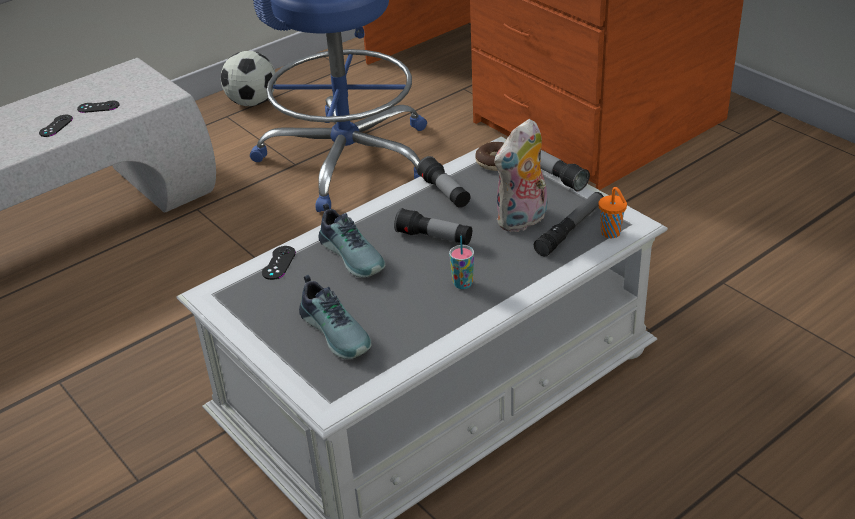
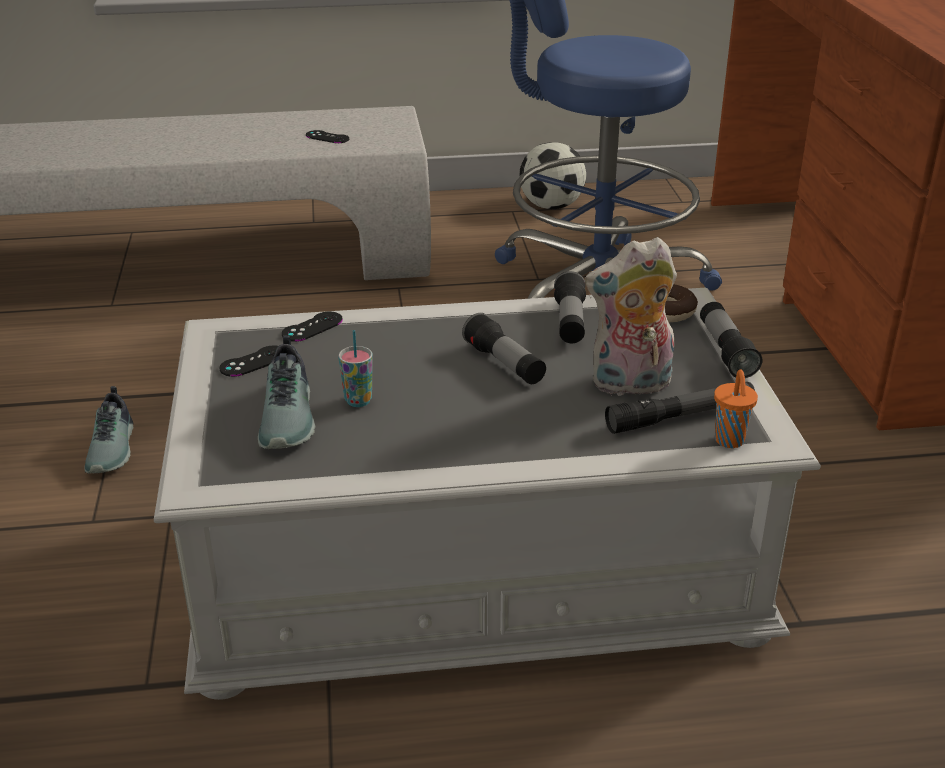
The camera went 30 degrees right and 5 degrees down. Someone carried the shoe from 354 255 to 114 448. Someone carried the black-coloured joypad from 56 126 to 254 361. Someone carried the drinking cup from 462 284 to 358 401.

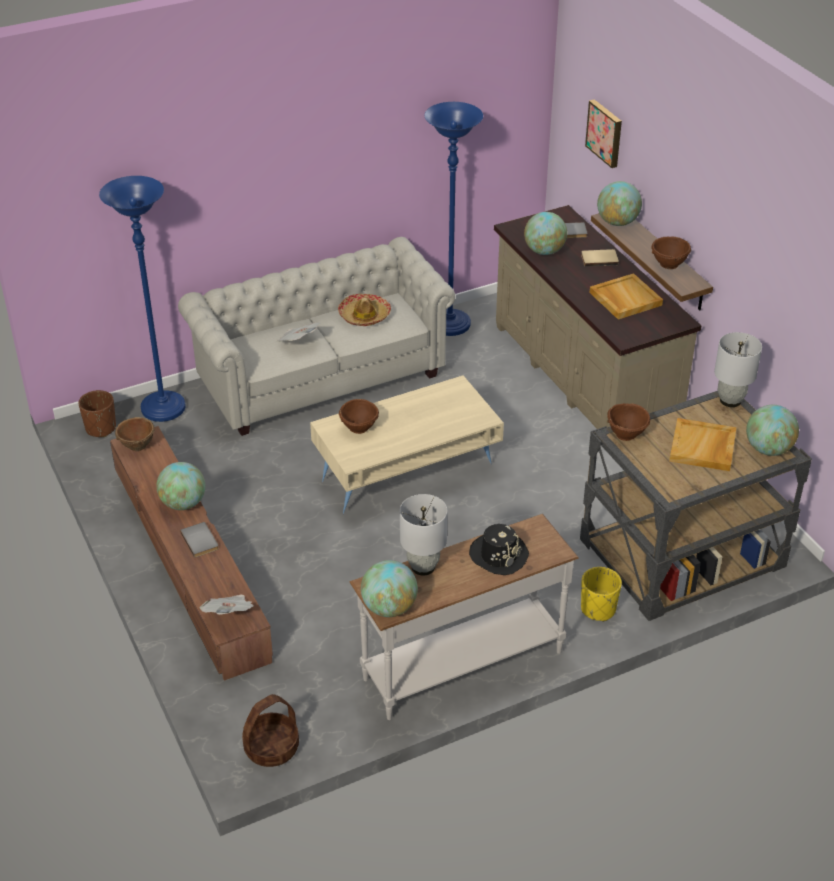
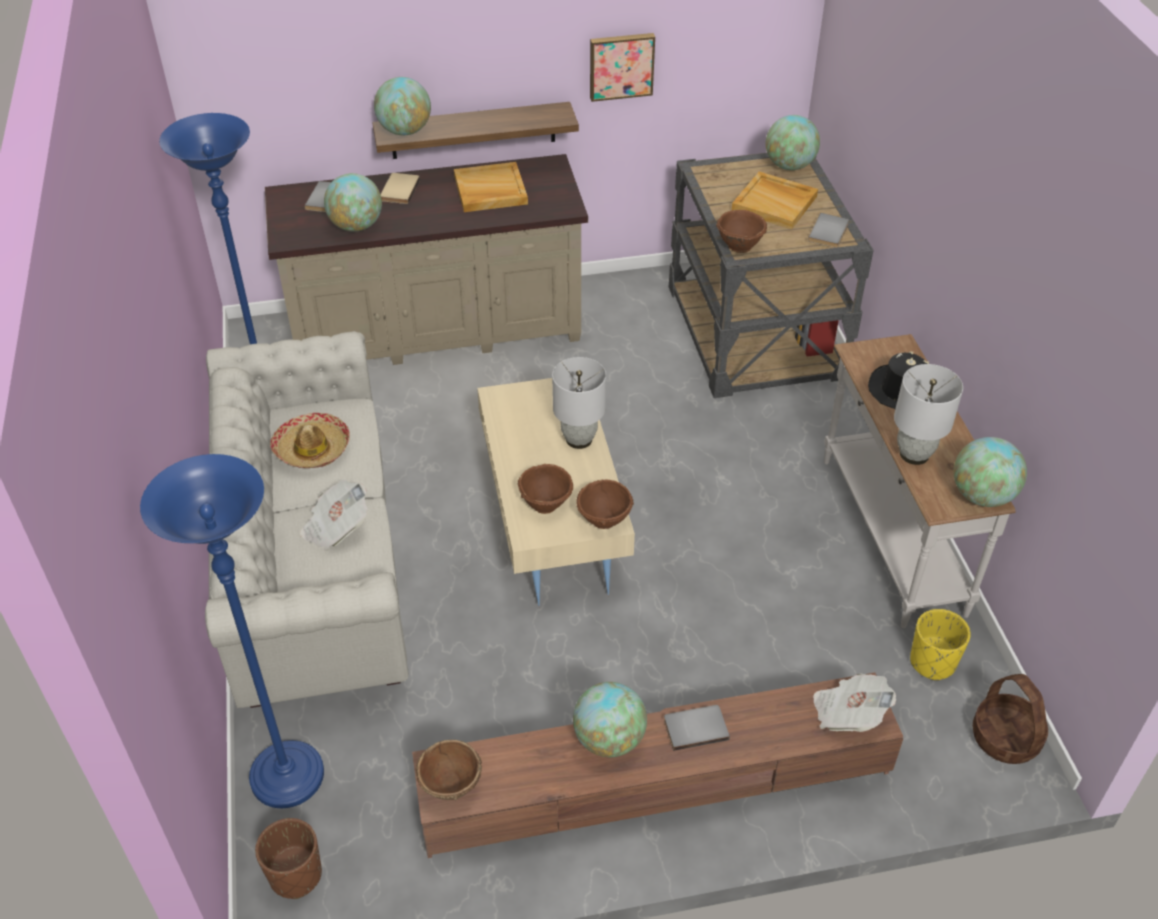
The camera went 75 degrees left and 5 degrees up. Someone carried the white-coloured lamp for a table from 730 400 to 578 439. Someone carried the brown deep dish from 668 264 to 604 520. Someone carried the picture from 605 133 to 621 65. Someone put down the greyish volume at 830 233. Someone carried the yellow plant pot from 598 609 to 932 662.

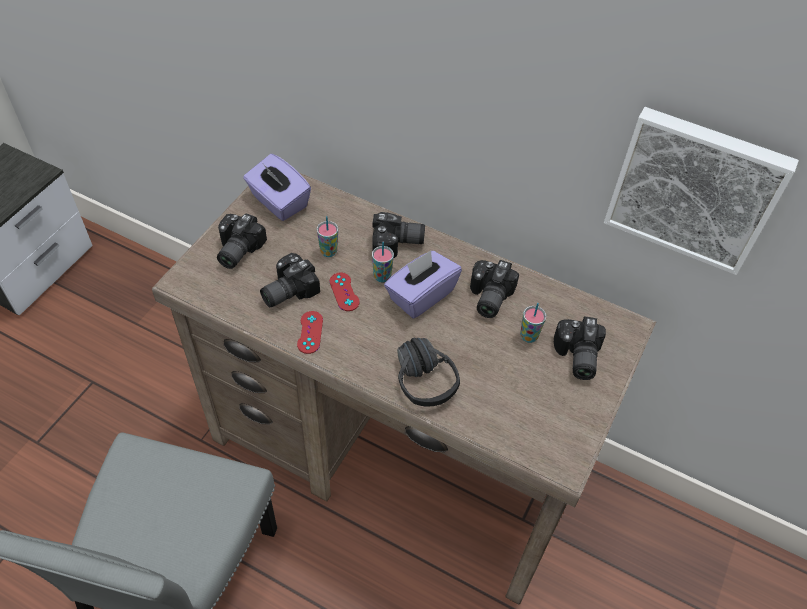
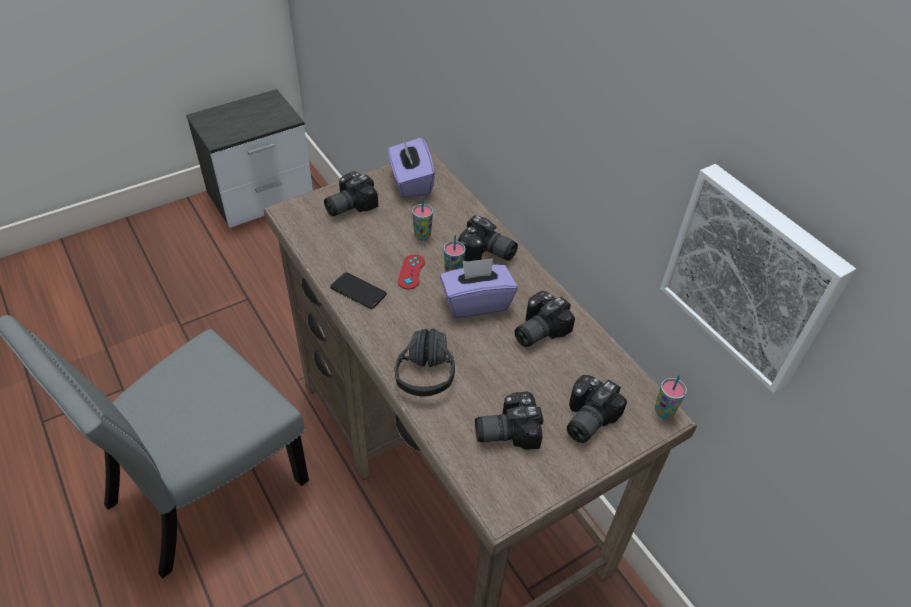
The camera went 30 degrees right and 5 degrees down. Someone swapped the reddish joypad at 310 332 for the phone at 358 291. Someone carried the photo camera from 286 290 to 505 429. Someone carried the drinking cup from 528 336 to 664 411.

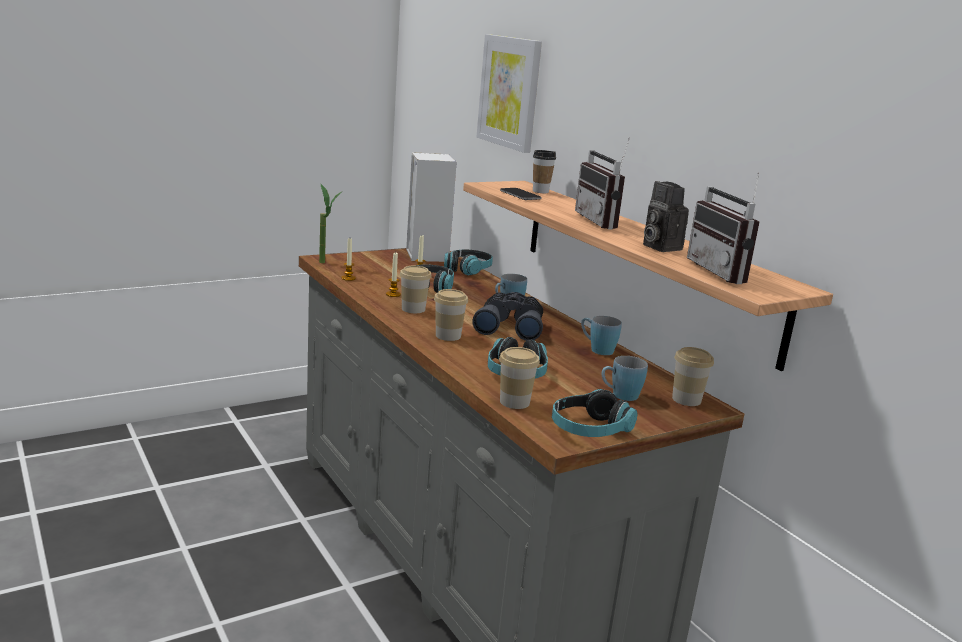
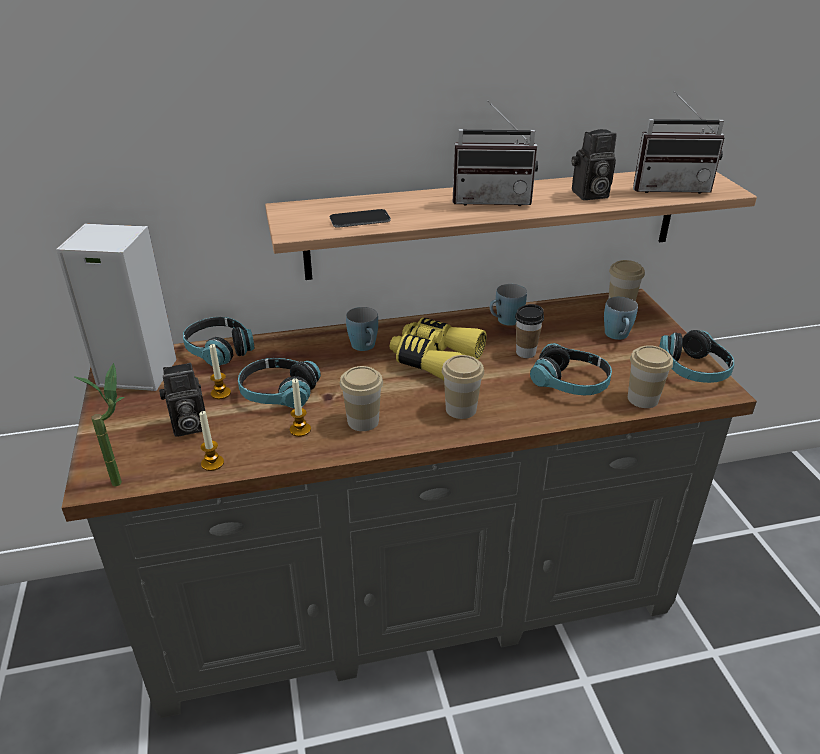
The camera went 70 degrees left and 15 degrees up. Someone put down the photo camera at 187 426. Someone repainted the greyish pair of binoculars at 510 326, which became the yellow pair of binoculars at 435 359. Someone carried the drinking cup from 540 191 to 525 353. Someone took away the picture at 510 92.

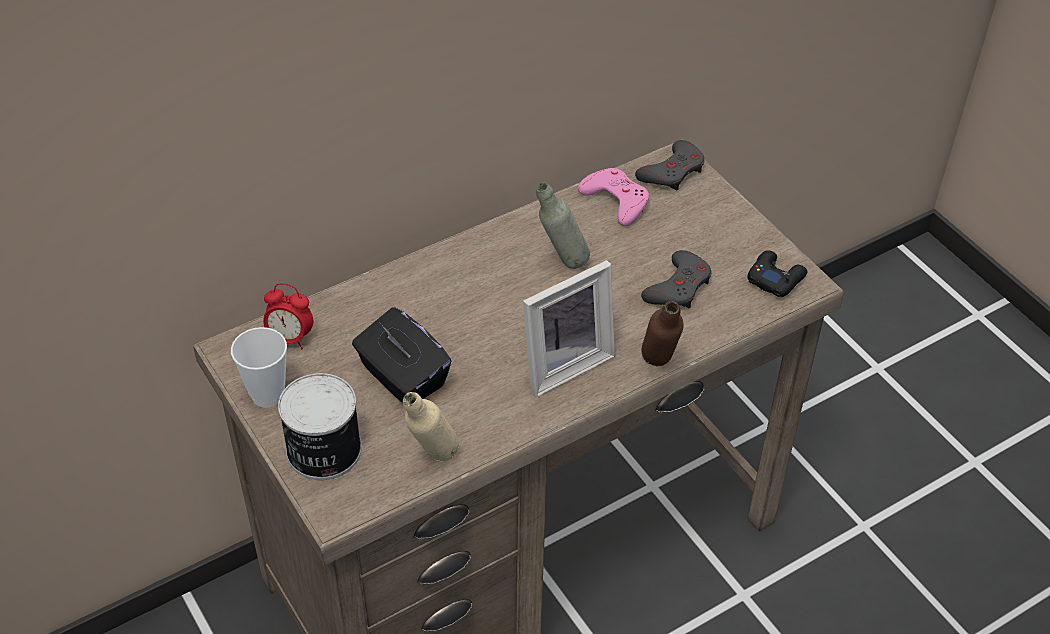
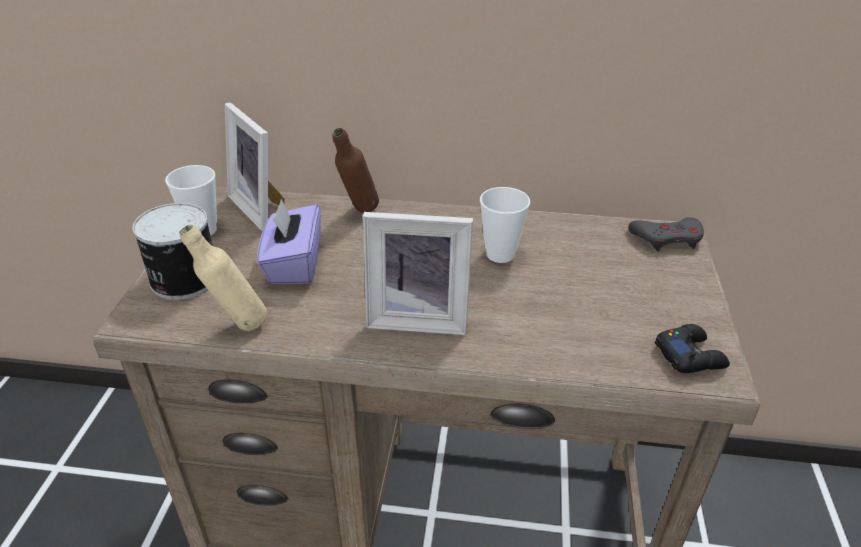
The camera went 40 degrees right and 10 degrees down. Someone swapped the bedside clock at 290 338 for the picture frame at 261 208. Someone repainted the black-coloured tissue holder at 402 378, which became the purplish tissue holder at 294 264. Someone carried the brown drink bottle from 658 369 to 358 214. Someone swapped the greyish drink bottle at 561 264 for the drinking cup at 500 254. Someone took away the pinkish joypad at 616 200. Someone took away the greyish joypad at 678 287.

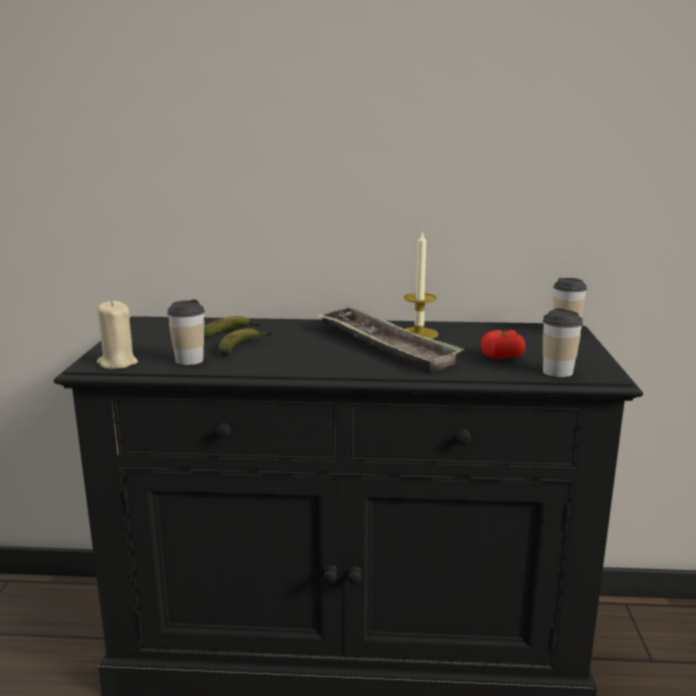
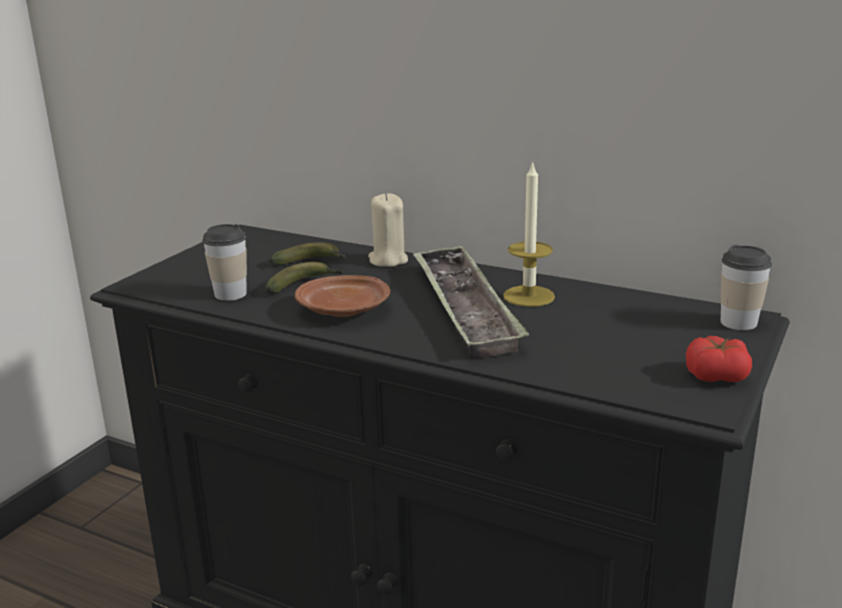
The camera went 25 degrees right and 5 degrees up. Someone put down the brown dinner plate at 345 310. Someone carried the sand-coloured candle from 117 363 to 388 260. Someone carried the tomato from 502 356 to 716 376. Someone took away the drinking cup at 557 372.

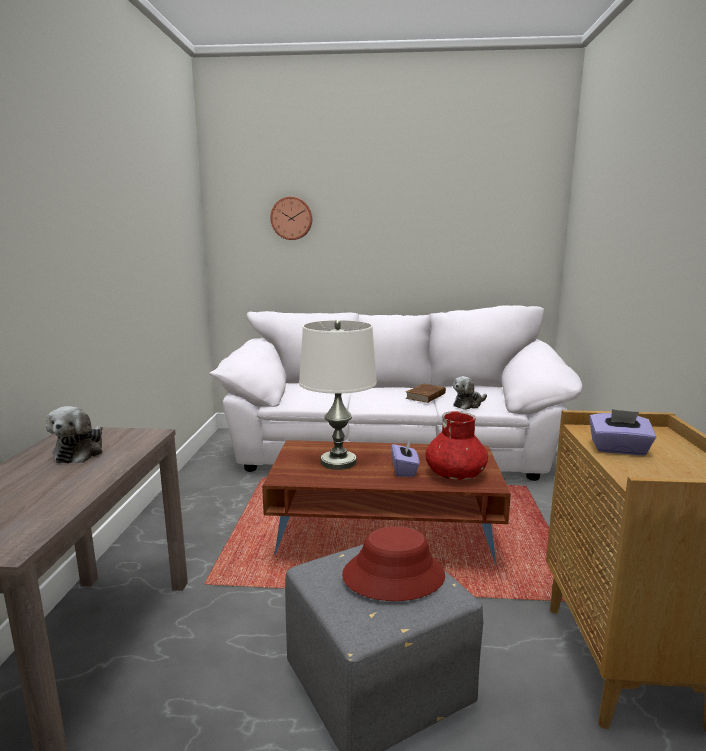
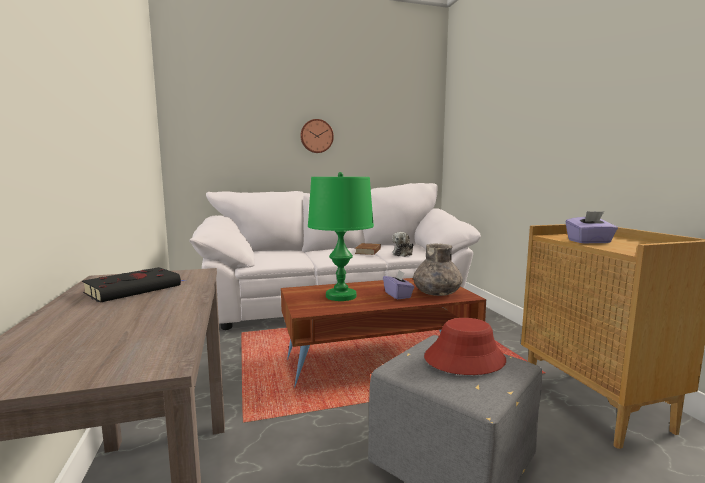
The camera went 20 degrees left and 5 degrees down. Someone swapped the plush toy at 80 452 for the black-coloured volume at 136 289. Someone carried the clock on the wall from 292 218 to 316 136. Someone repainted the white-coloured lamp for a table at 338 462, which became the greenish lamp for a table at 341 296. Someone repainted the reddish flower vase at 455 474, which became the greyish flower vase at 437 293.

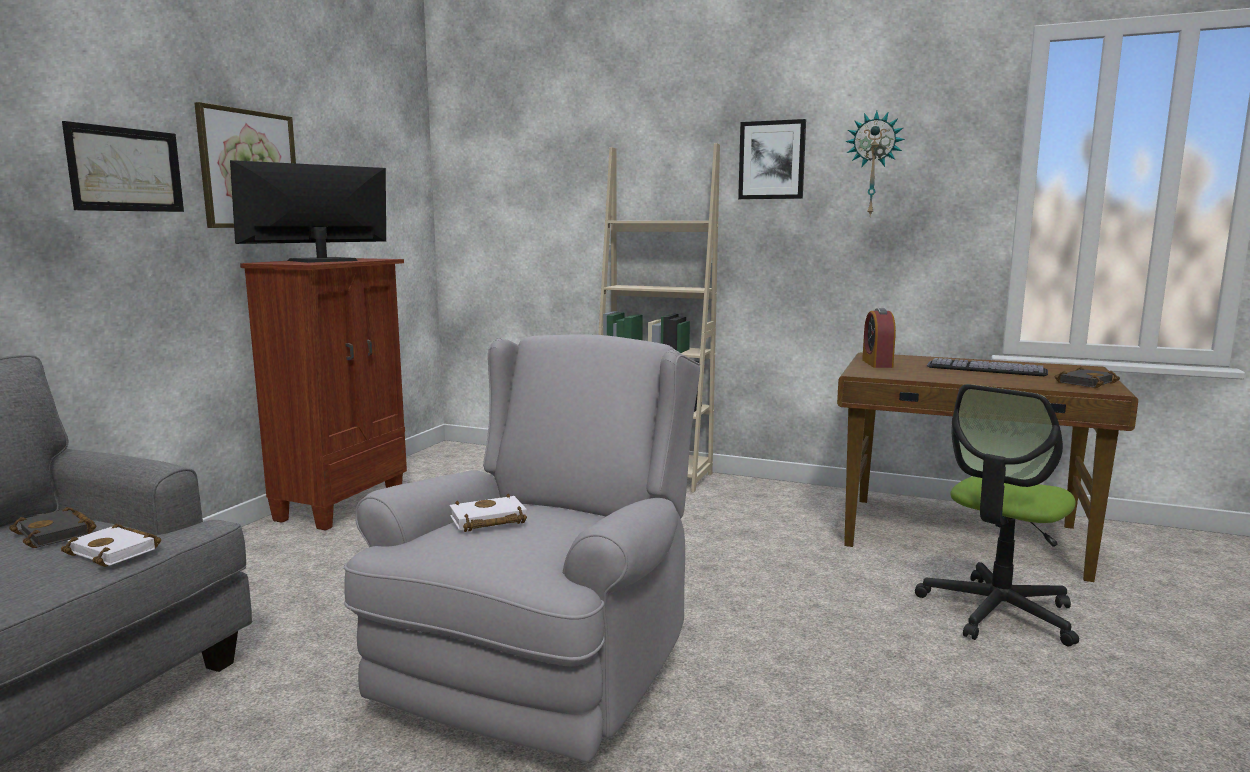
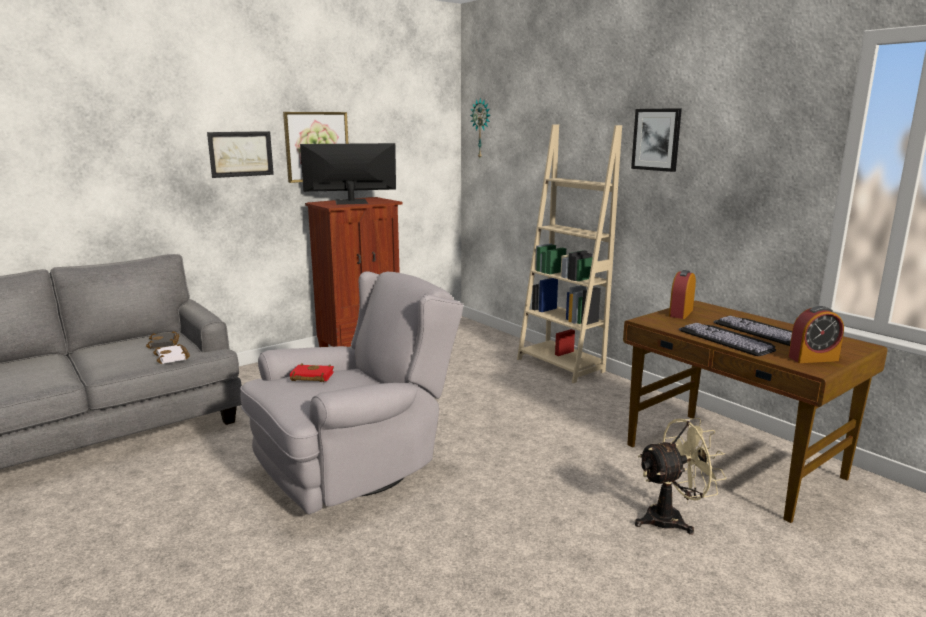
The camera went 30 degrees right and 5 degrees up. Someone repainted the white-coloured volume at 487 521, which became the reddish volume at 310 377. Someone carried the clock on the wall from 873 164 to 482 129. Someone swapped the computer chair at 997 612 for the sand-coloured fan at 672 518. Someone put down the keyboard at 729 339. Someone swapped the black-coloured volume at 1084 382 for the bedside clock at 813 358.

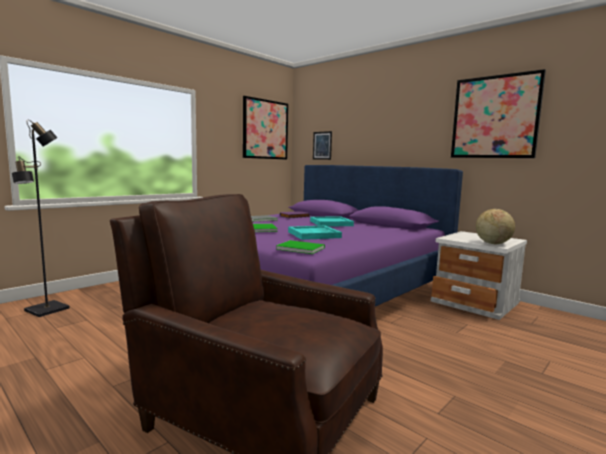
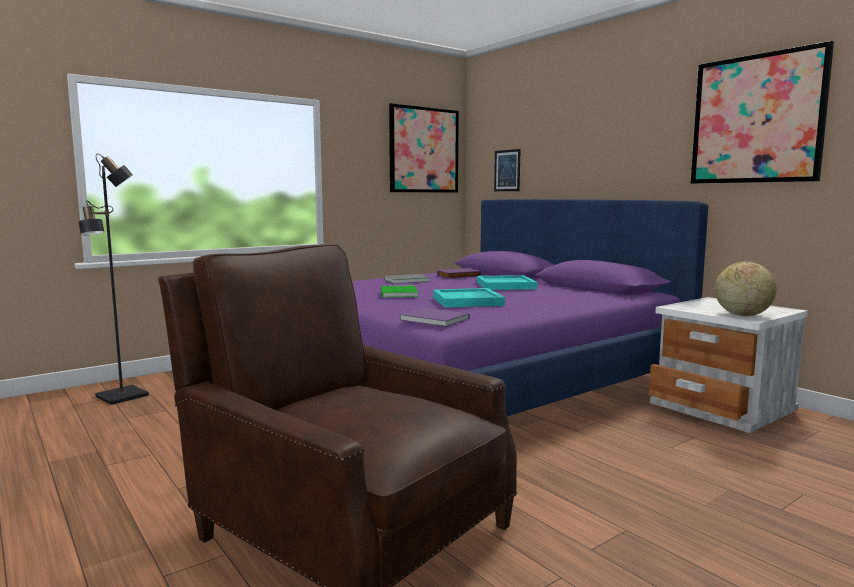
The camera went 10 degrees right and 0 degrees up. Someone repainted the greenish volume at 300 248, which became the purplish volume at 434 319.

